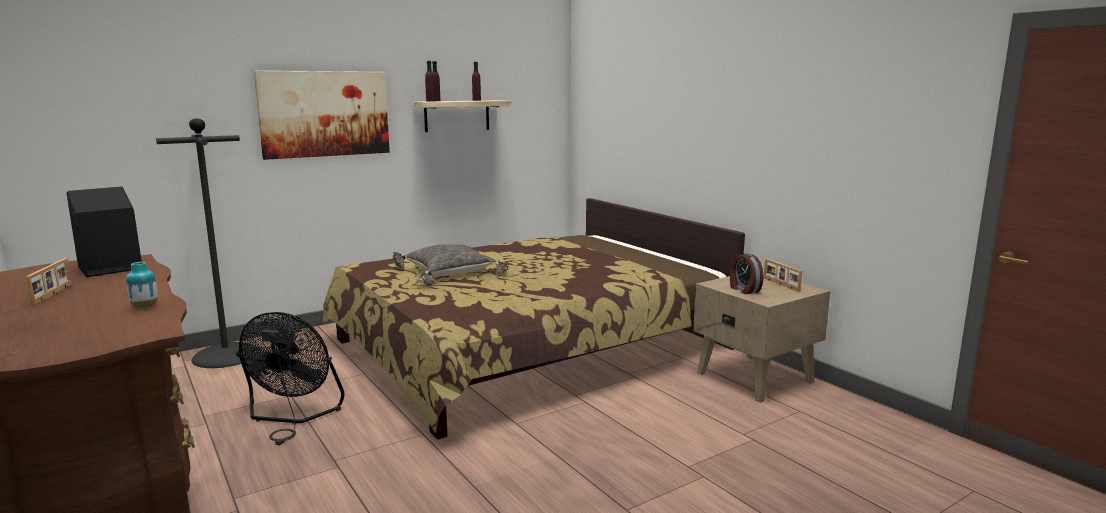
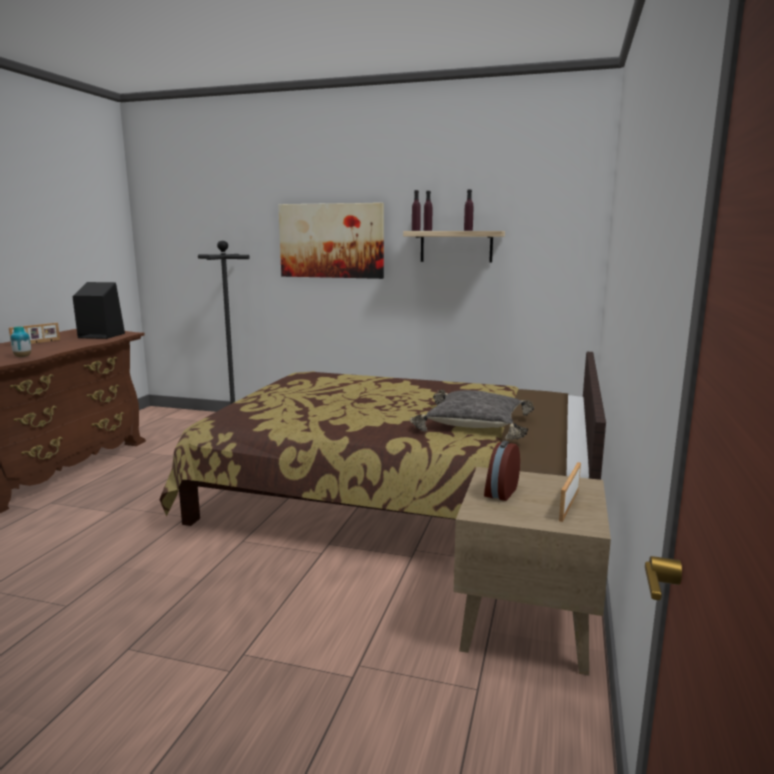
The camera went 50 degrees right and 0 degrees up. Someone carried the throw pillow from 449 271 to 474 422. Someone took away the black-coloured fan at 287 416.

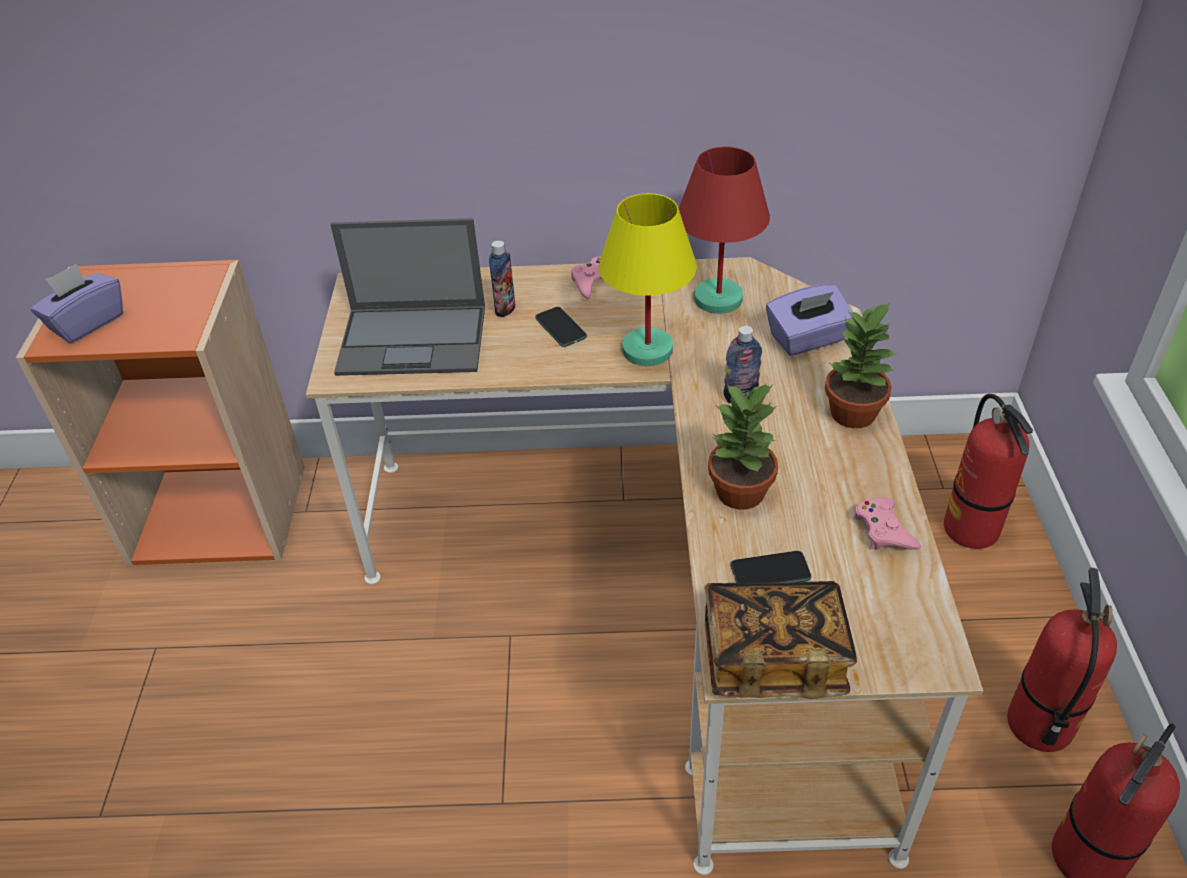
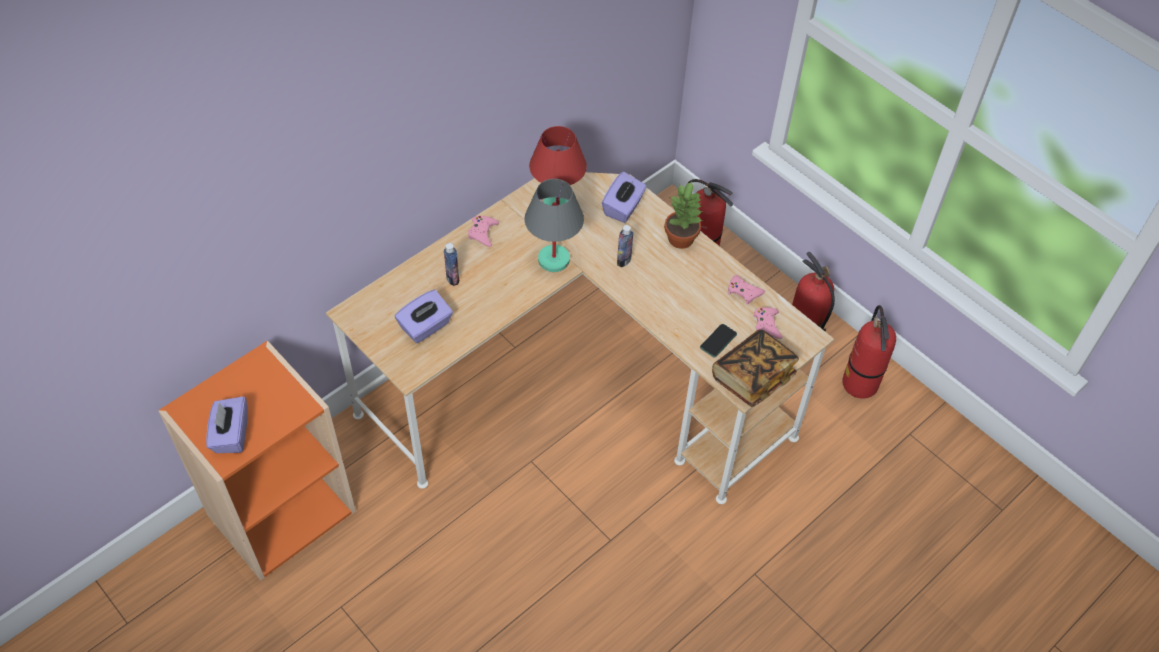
The camera went 45 degrees left and 10 degrees up. Someone swapped the portable computer at 415 340 for the purplish tissue holder at 425 327. Someone repainted the yellow lamp for a table at 646 350, which became the greyish lamp for a table at 553 260. Someone put down the pinkish joypad at 767 325. Someone took away the phone at 561 328. Someone took away the houseplant at 741 493.

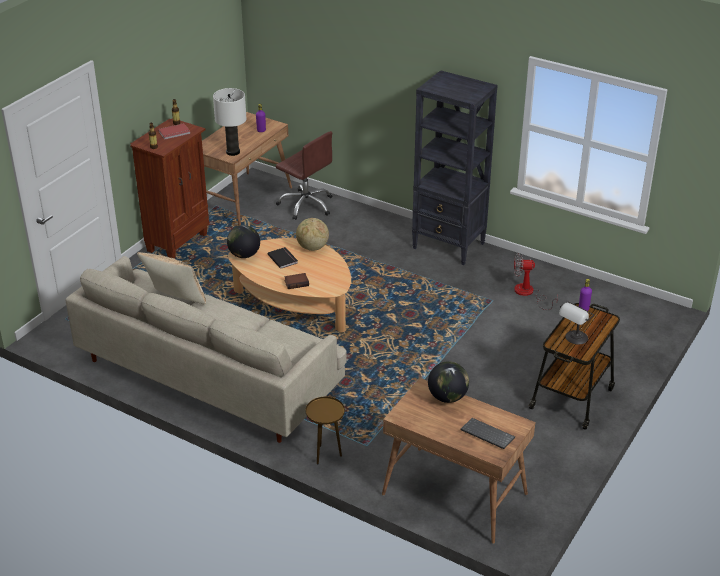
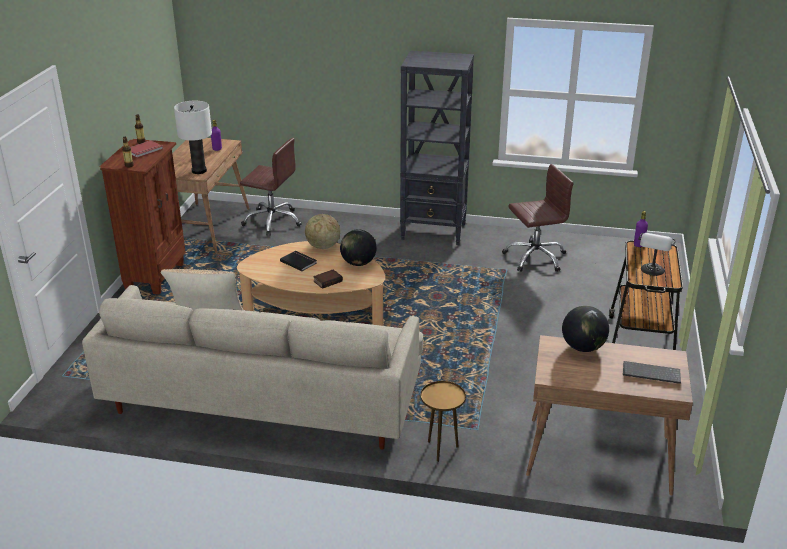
The camera went 20 degrees left and 5 degrees down. Someone carried the globe from 244 255 to 358 263. Someone swapped the fan at 528 293 for the brown computer chair at 535 257.

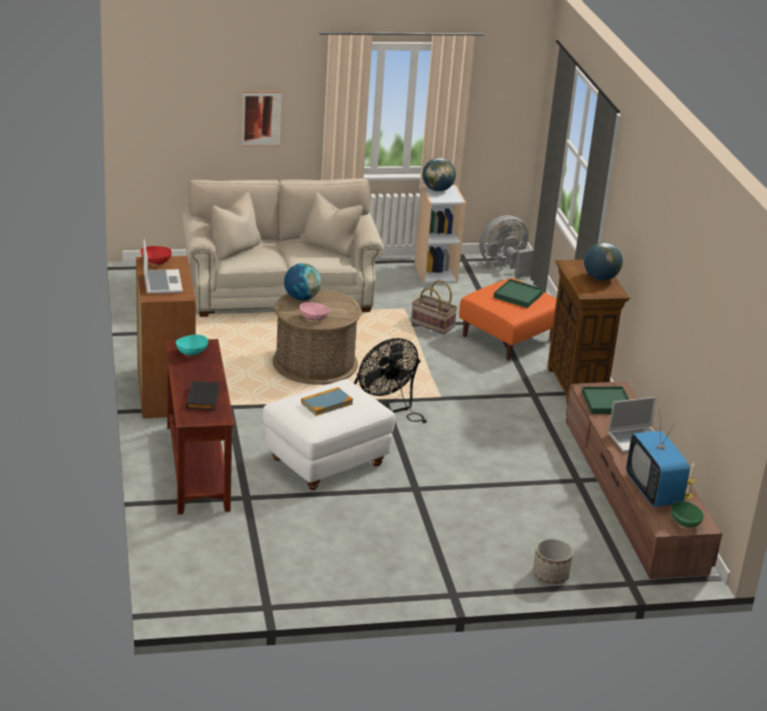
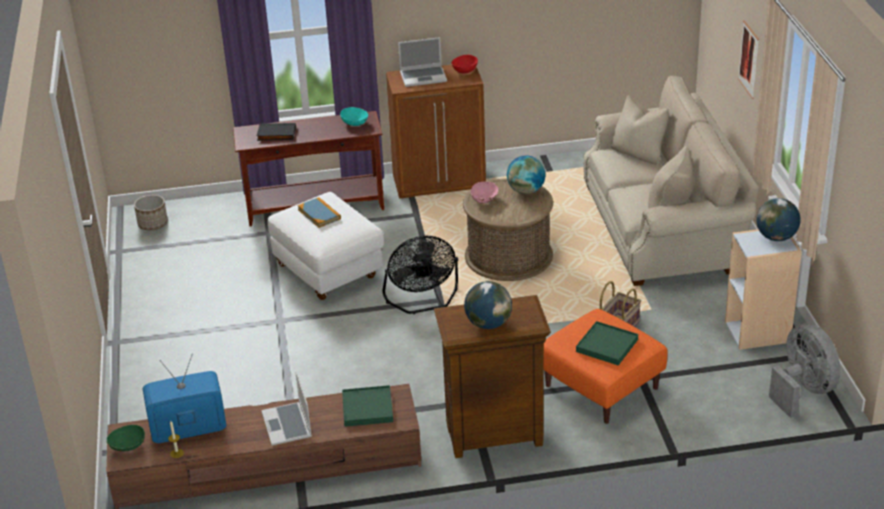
The camera went 95 degrees right and 5 degrees up. Someone carried the plant pot from 551 574 to 153 224. Someone rotated the black-coloured fan at 391 407 by 75 degrees counterclockwise.

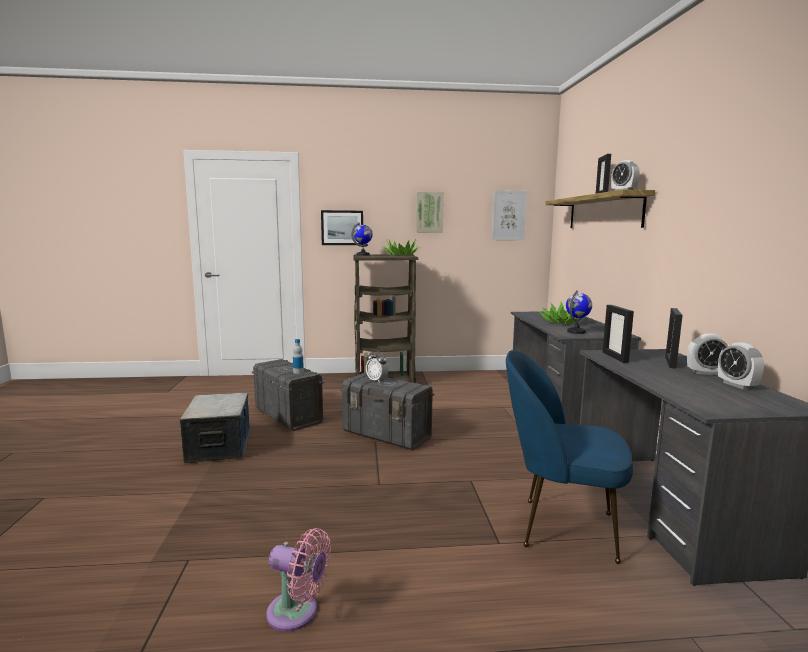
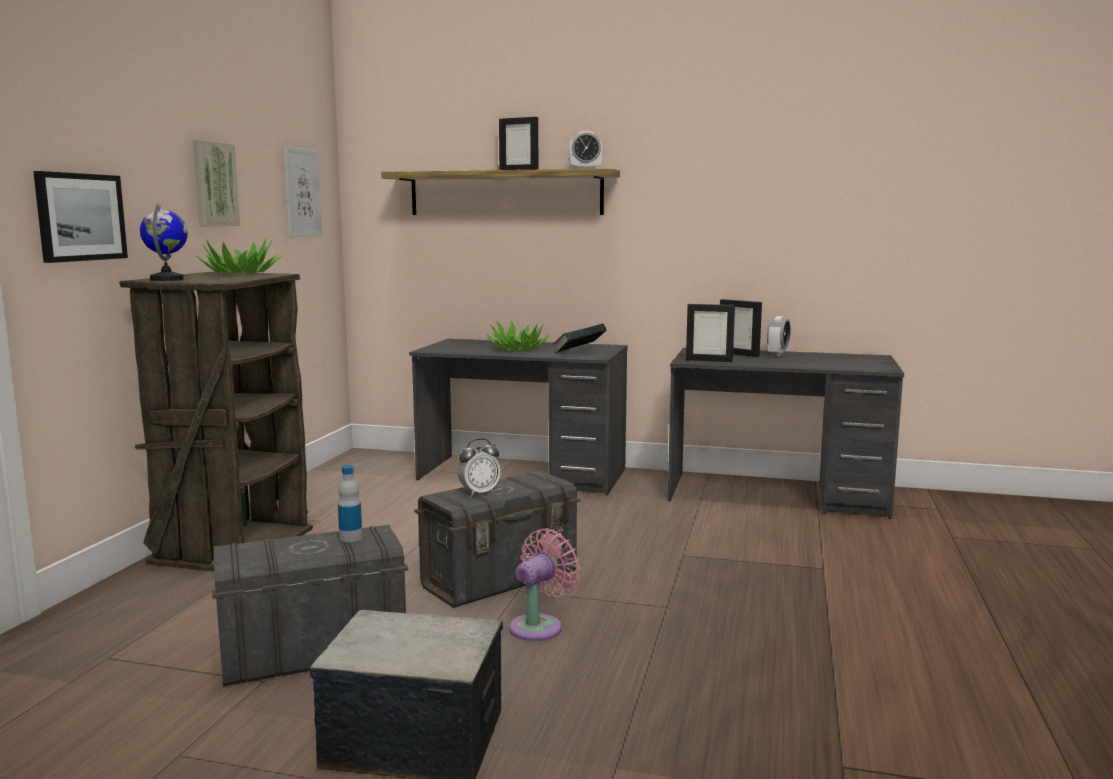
The camera went 70 degrees left and 0 degrees up. Someone carried the pinkish fan from 297 613 to 539 626. Someone swapped the globe at 576 332 for the volume at 579 352. Someone took away the bluish plain chair at 558 527. Someone took away the bedside clock at 737 385.

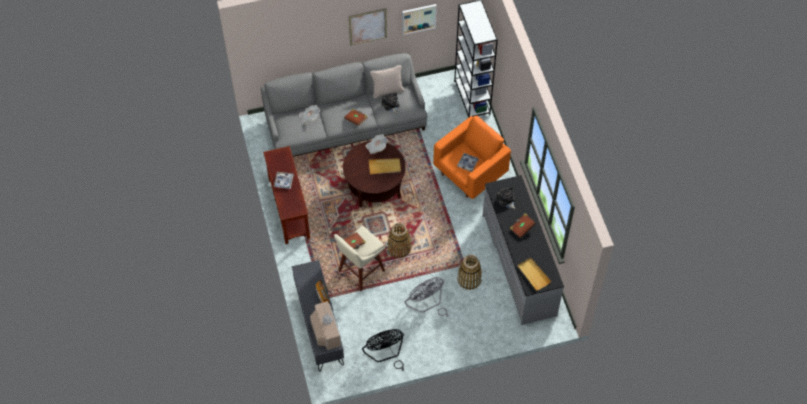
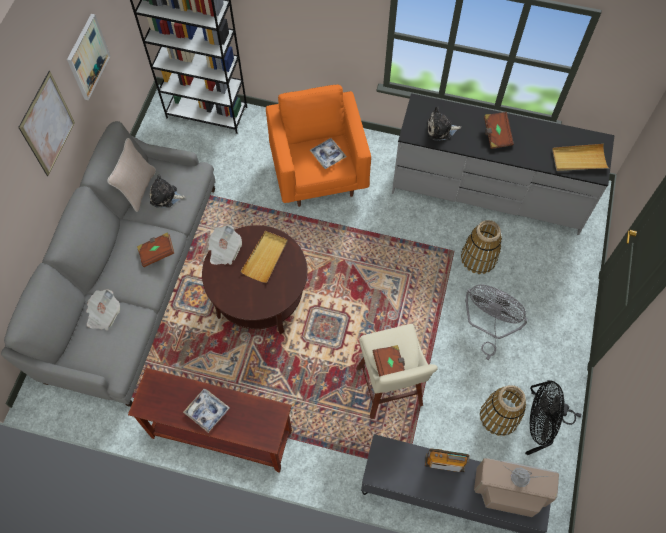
The camera went 60 degrees left and 5 degrees up. Someone rotated the greyish fan at 429 303 by 120 degrees clockwise. Someone carried the storage basket from 399 248 to 499 416.

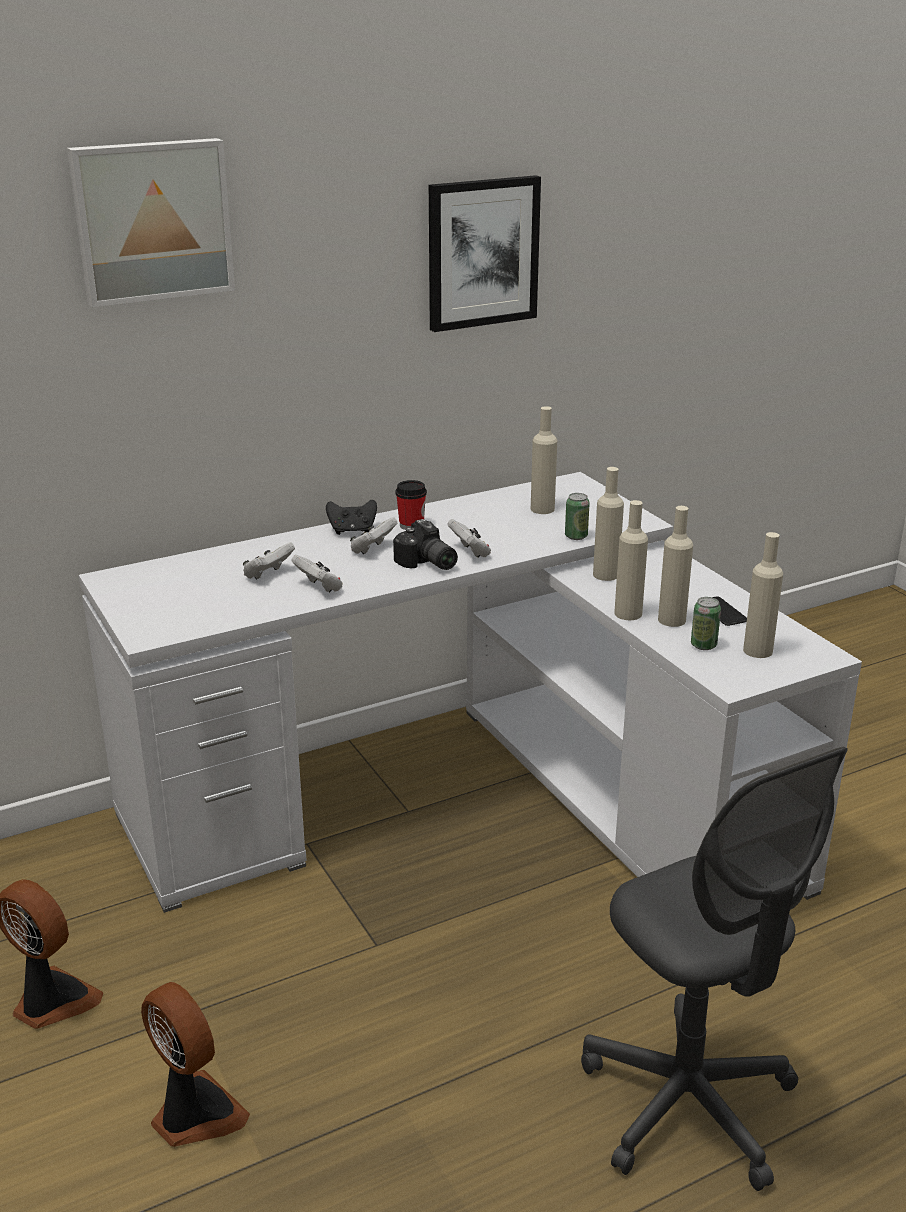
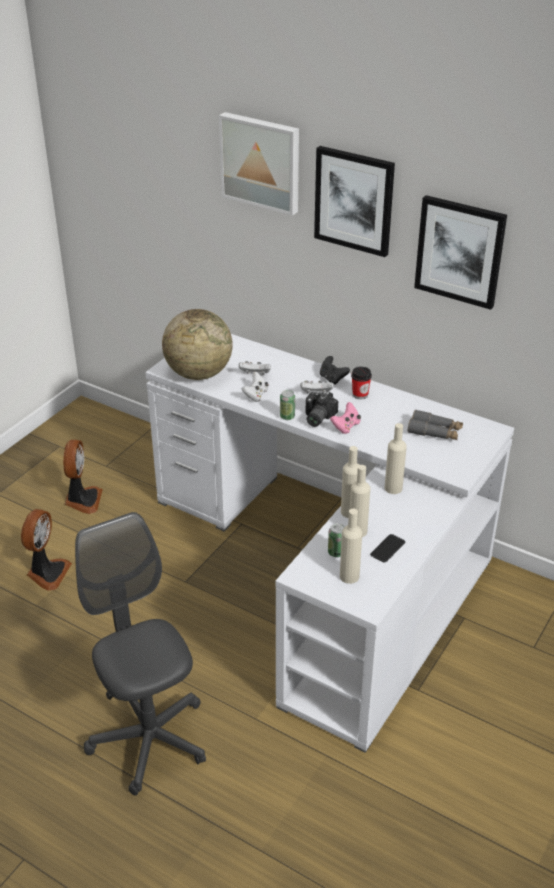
The camera went 60 degrees right and 10 degrees up. Someone rotated the greyish computer chair at 688 1104 by 120 degrees clockwise. Someone put down the globe at 198 373. Someone carried the sealed can from 576 536 to 287 416. Someone put up the picture at 354 200. Someone repainted the white-coloured joypad at 470 552, which became the pinkish joypad at 346 426. Someone swapped the sand-coloured drink bottle at 542 509 for the greyish pair of binoculars at 434 432.

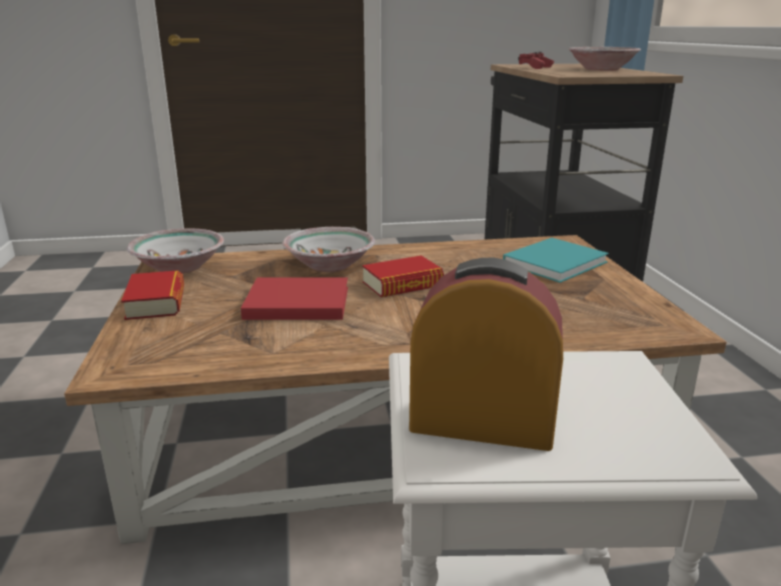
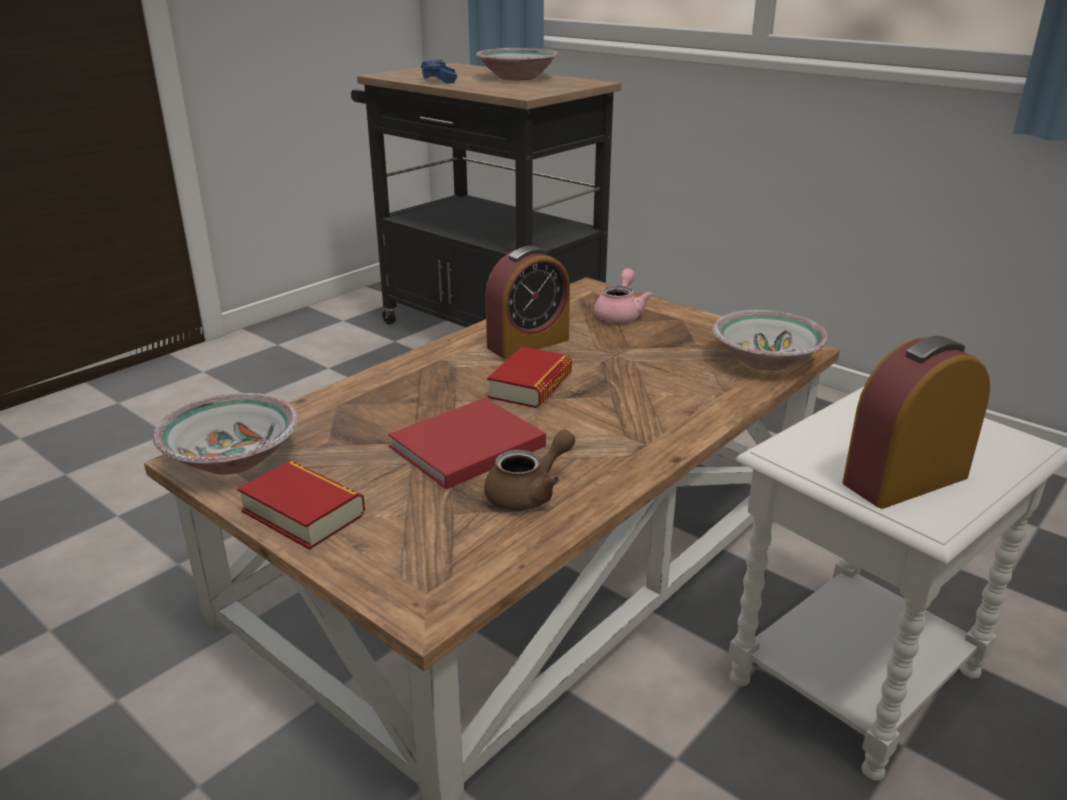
The camera went 40 degrees left and 5 degrees up. Someone repainted the reddish joypad at 535 67, which became the bluish joypad at 439 80. Someone put down the brown pot for tea at 529 493. Someone put down the bedside clock at 528 343. Someone swapped the turquoise-coloured volume at 556 262 for the pinkish pot for tea at 620 314. Someone carried the deep dish from 330 265 to 767 359.

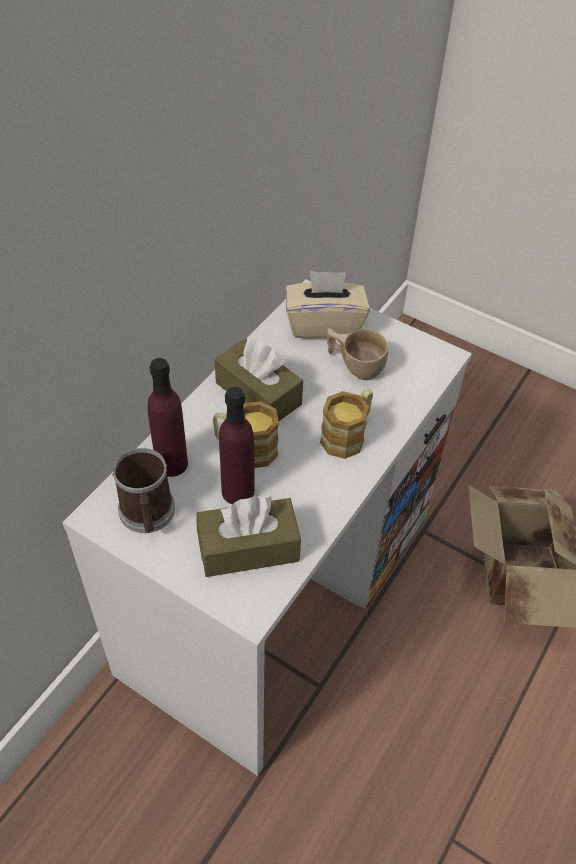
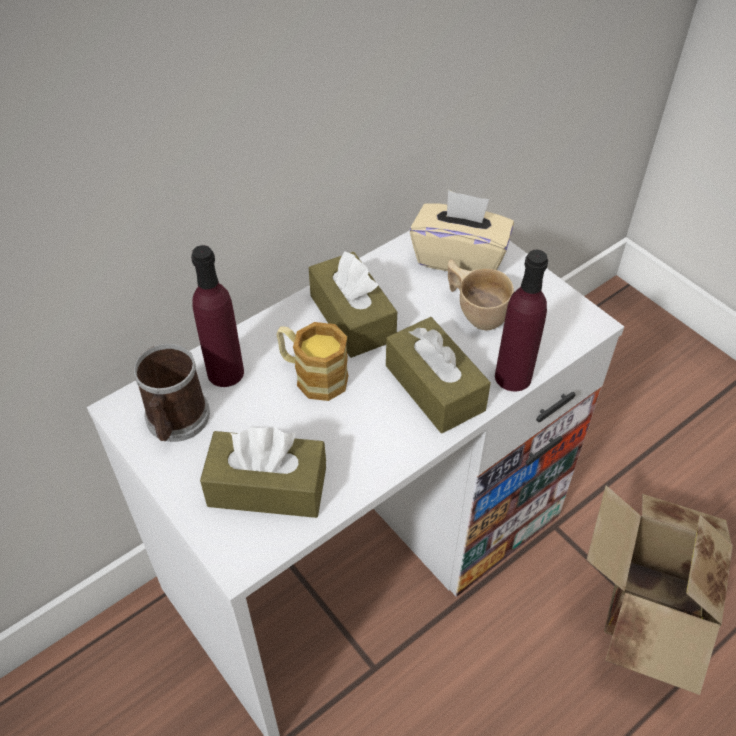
The camera went 20 degrees right and 0 degrees up. Someone swapped the mug at 348 435 for the brown tissue holder at 434 387. Someone carried the purplish drink bottle from 238 491 to 513 377.

